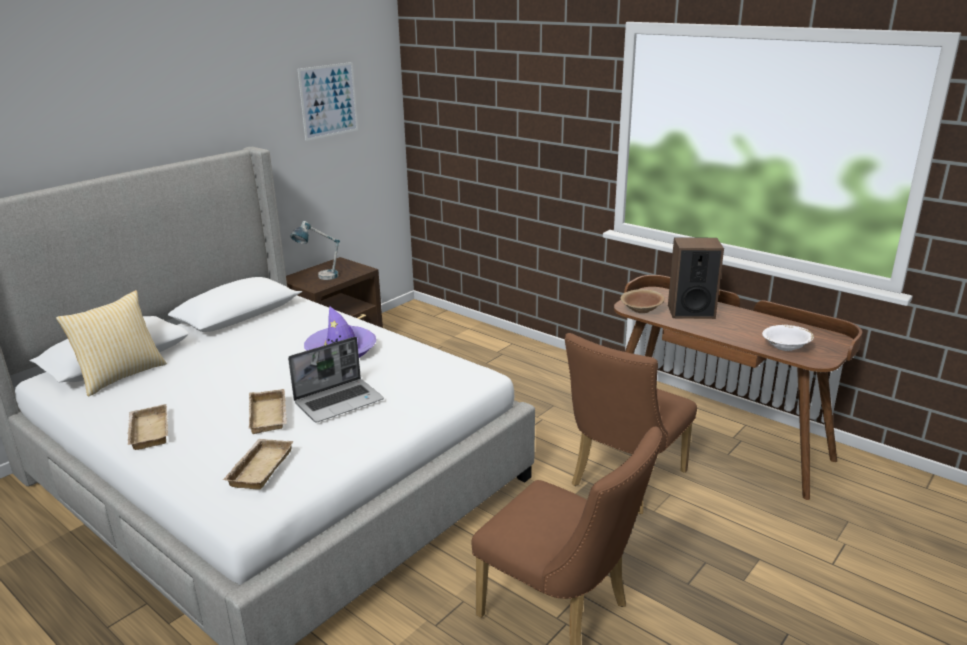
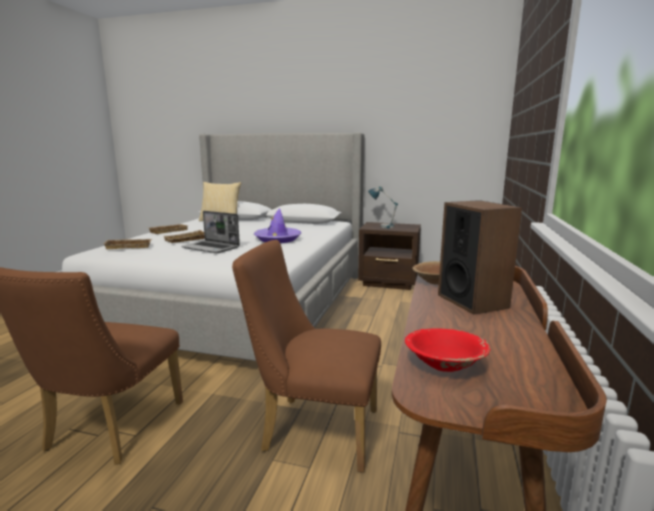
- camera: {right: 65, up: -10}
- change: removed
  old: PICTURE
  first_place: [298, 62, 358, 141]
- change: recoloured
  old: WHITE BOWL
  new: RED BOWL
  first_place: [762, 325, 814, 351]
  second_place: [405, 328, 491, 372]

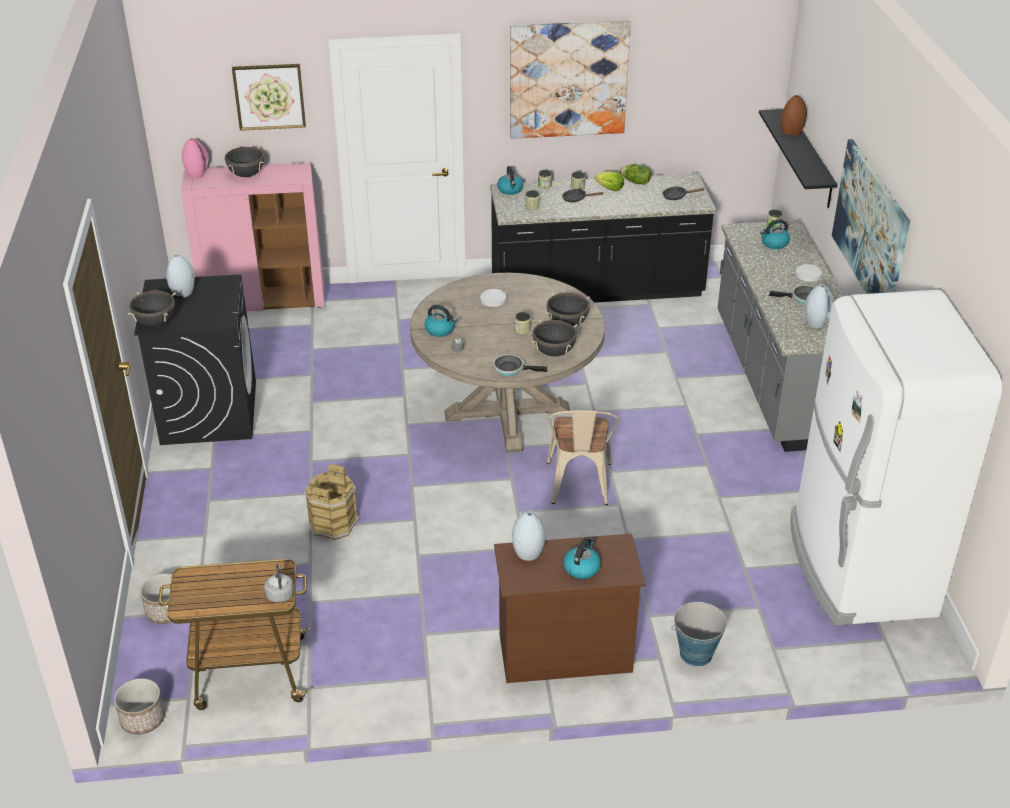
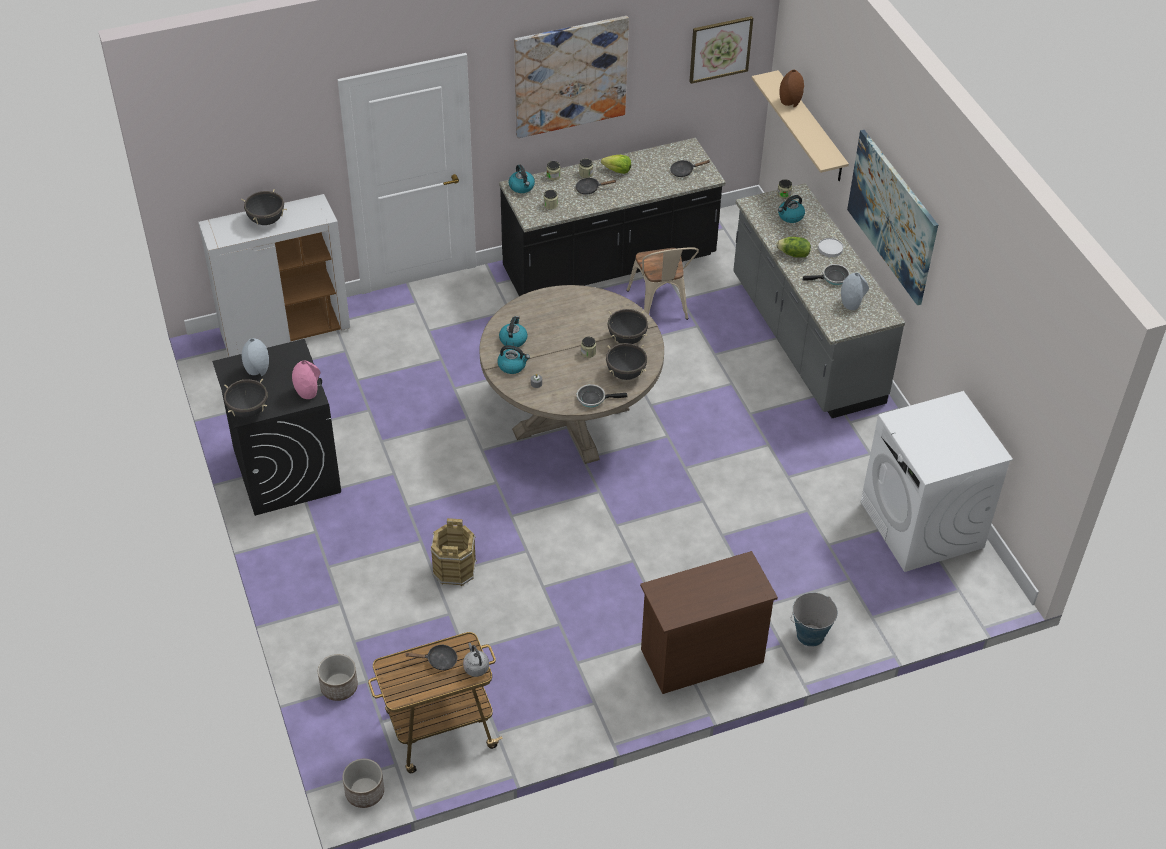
- camera: {right: -15, up: 10}
- change: recoloured
  old: PINK CABINET
  new: WHITE CABINET
  first_place: [181, 163, 324, 312]
  second_place: [198, 194, 350, 357]
- change: moved
  old: PINK VASE
  first_place: [182, 138, 209, 178]
  second_place: [292, 360, 321, 399]
- change: moved
  old: PICTURE
  first_place: [232, 64, 306, 131]
  second_place: [689, 16, 753, 84]
- change: removed
  old: WHITE PLATE
  first_place: [480, 289, 507, 307]
- change: removed
  old: GREY VASE
  first_place: [512, 510, 546, 561]
- change: moved
  old: BEIGE CHAIR
  first_place: [547, 410, 619, 505]
  second_place: [626, 247, 699, 320]
- change: moved
  old: KETTLE
  first_place: [563, 538, 601, 579]
  second_place: [499, 316, 528, 347]
- change: moved
  old: LETTUCE
  first_place: [620, 164, 651, 184]
  second_place: [776, 237, 811, 258]
- change: recoloured
  old: BLACK SHELF
  new: BEIGE SHELF
  first_place: [759, 109, 837, 208]
  second_place: [752, 70, 849, 181]
- change: replaced
  old: WHITE FRIDGE
  new: WHITE WASHING MACHINE
  first_place: [790, 290, 1002, 626]
  second_place: [861, 391, 1013, 572]
- change: added
  new: BLACK FRYING PAN
  second_place: [405, 645, 457, 670]

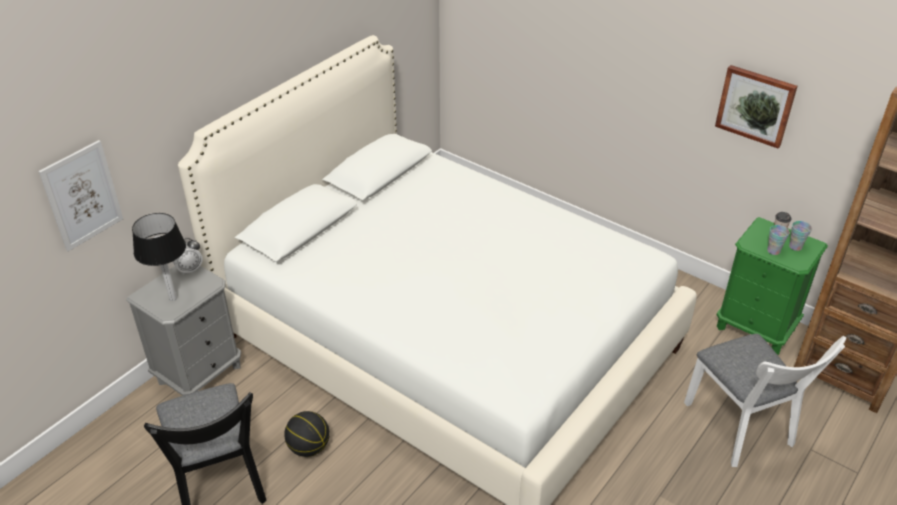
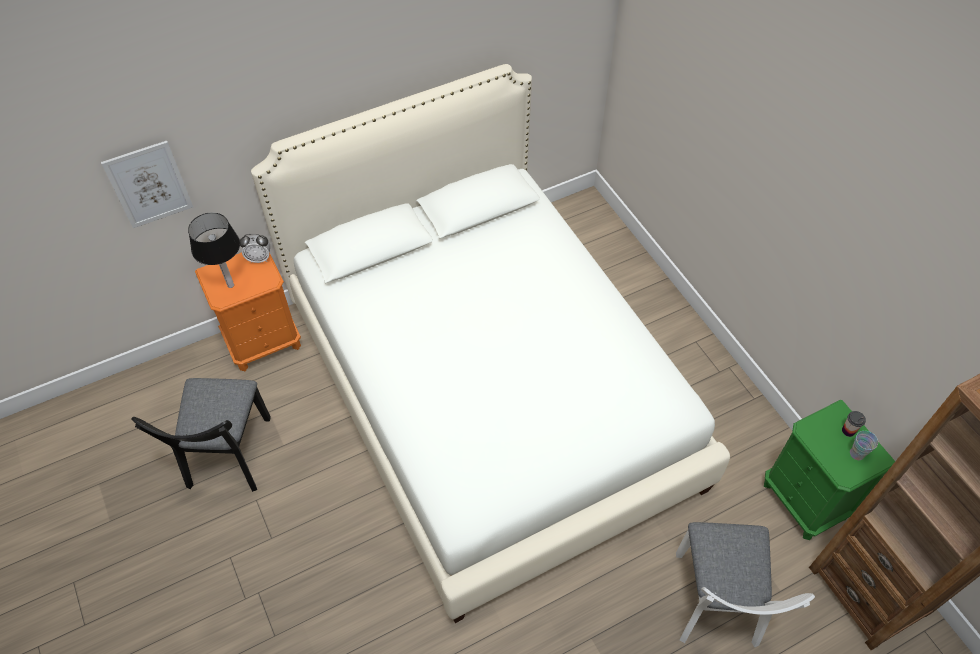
- camera: {right: 25, up: 15}
- change: recoloured
  old: GREY NIGHTSTAND
  new: ORANGE NIGHTSTAND
  first_place: [126, 266, 241, 396]
  second_place: [195, 252, 301, 372]
- change: removed
  old: BASKETBALL
  first_place: [284, 411, 330, 457]
- change: removed
  old: PICTURE
  first_place: [715, 65, 797, 148]
- change: removed
  old: CUP
  first_place: [767, 225, 790, 255]

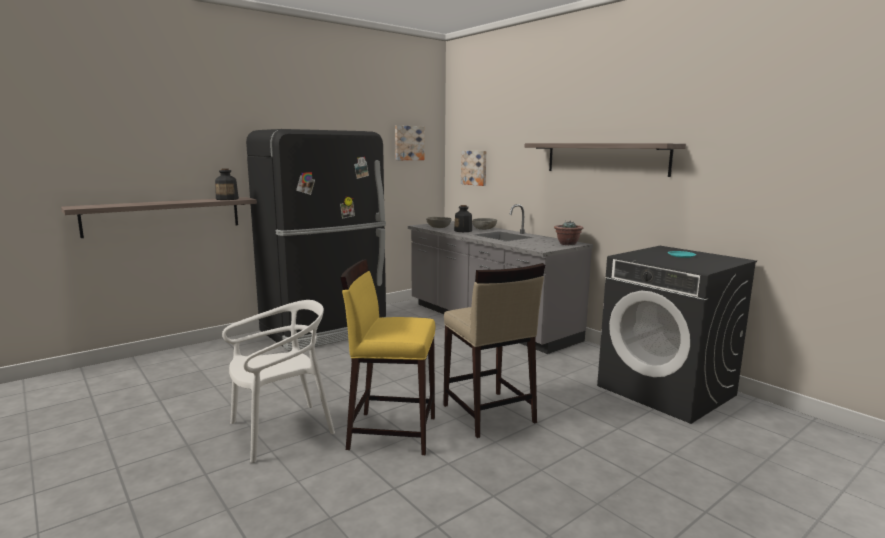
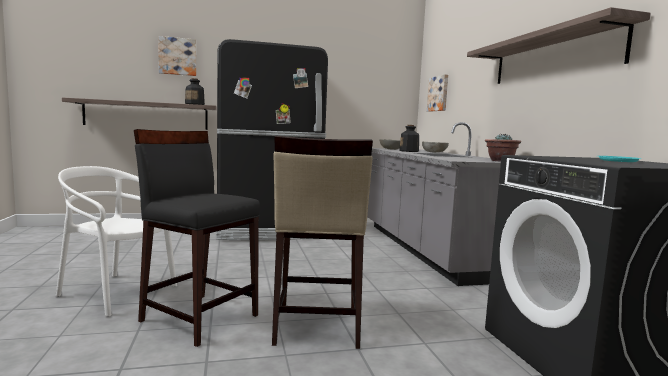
- camera: {right: 25, up: -5}
- change: turned
  old: WHITE CHAIR
  first_place: [222, 300, 335, 463]
  second_place: [56, 166, 177, 317]
  degrees: -150
- change: recoloured
  old: YELLOW STOOL
  new: BLACK STOOL
  first_place: [340, 259, 435, 455]
  second_place: [134, 129, 260, 347]
- change: moved
  old: PICTURE
  first_place: [395, 125, 424, 160]
  second_place: [158, 36, 196, 76]

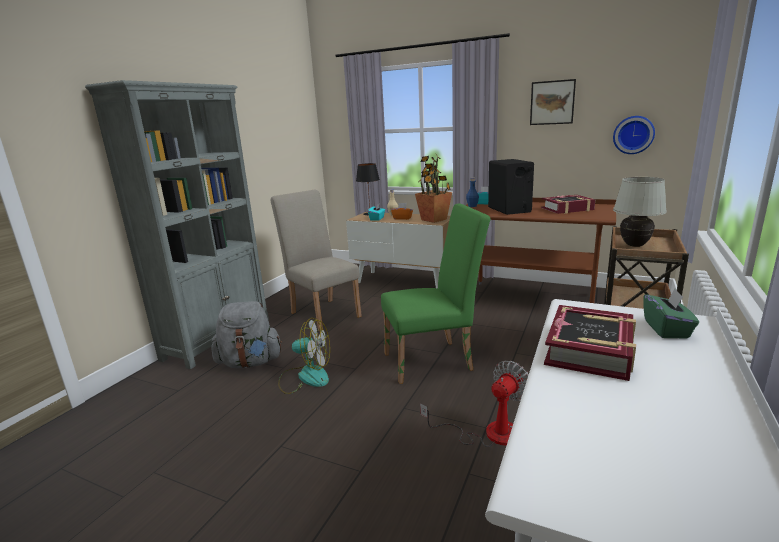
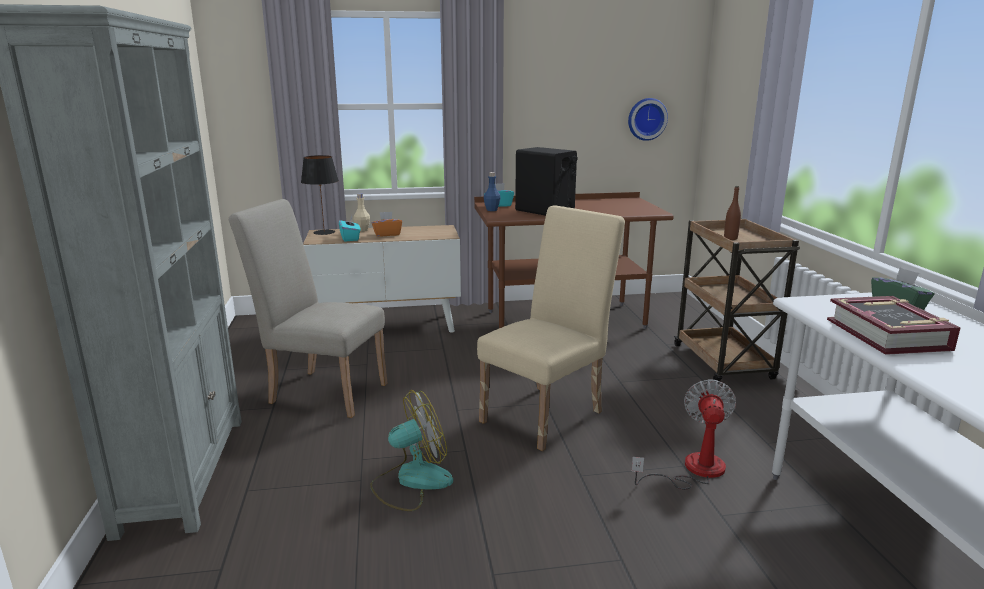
- camera: {right: -35, up: 0}
- change: removed
  old: GREY BACKPACK
  first_place: [211, 301, 282, 368]
- change: recoloured
  old: GREEN CHAIR
  new: BEIGE CHAIR
  first_place: [381, 204, 491, 384]
  second_place: [477, 205, 625, 451]
- change: removed
  old: POTTED PLANT
  first_place: [415, 156, 452, 223]
- change: removed
  old: PICTURE
  first_place: [530, 79, 576, 125]
- change: removed
  old: BOOK
  first_place: [541, 195, 595, 214]
- change: replaced
  old: WHITE TABLE LAMP
  new: BROWN BOTTLE
  first_place: [613, 177, 667, 247]
  second_place: [724, 186, 741, 240]

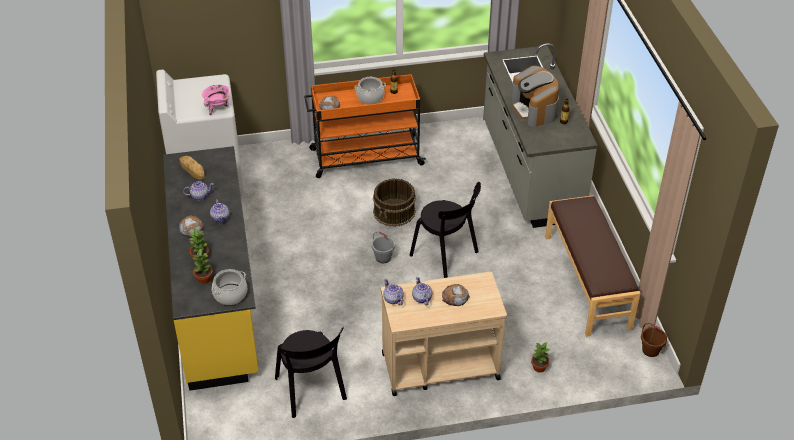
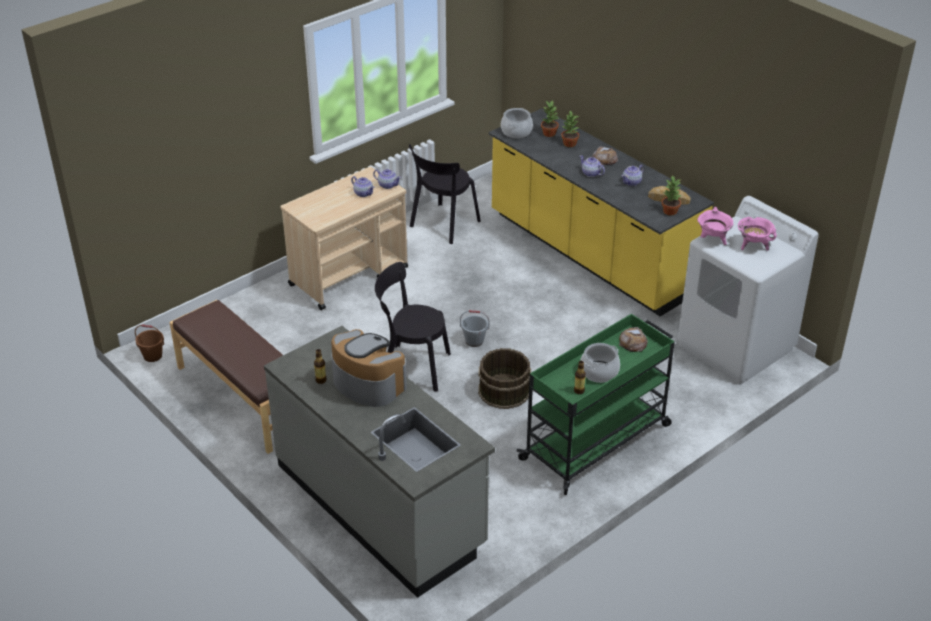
- camera: {right: 150, up: -5}
- change: turned
  old: BLACK CHAIR
  first_place: [275, 327, 347, 418]
  second_place: [409, 144, 481, 244]
  degrees: -90
- change: recoloured
  old: ORANGE CART
  new: GREEN CART
  first_place: [304, 74, 426, 178]
  second_place: [517, 314, 675, 495]
- change: removed
  old: BREAD
  first_place: [442, 284, 470, 306]
- change: moved
  old: POTTED PLANT
  first_place: [531, 342, 550, 373]
  second_place: [661, 175, 681, 215]
- change: added
  new: PINK COOKING POT
  second_place: [738, 217, 777, 251]

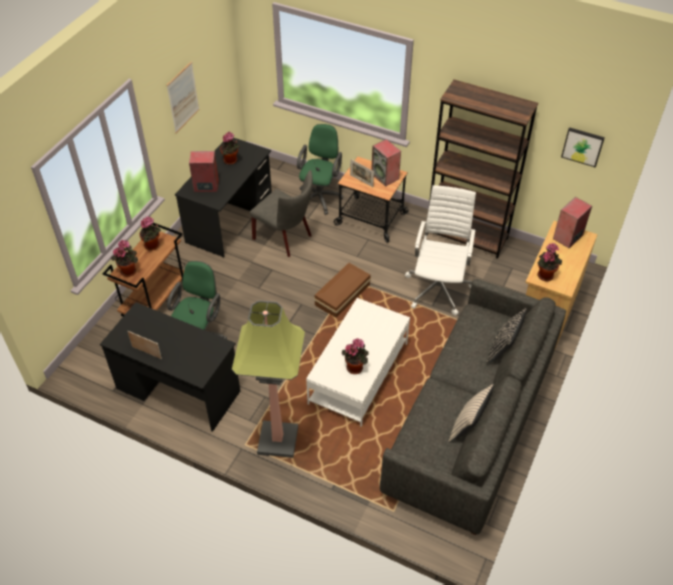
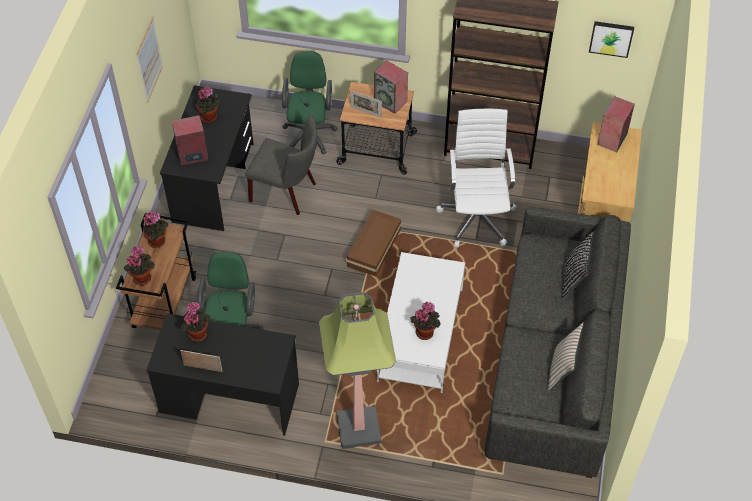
- camera: {right: -15, up: 5}
- change: moved
  old: POTTED PLANT
  first_place: [537, 243, 562, 281]
  second_place: [181, 302, 211, 342]

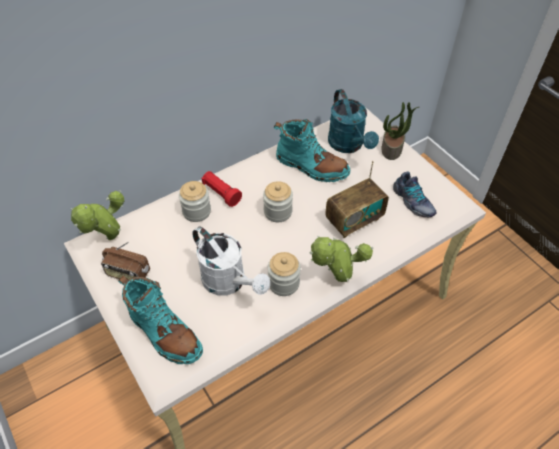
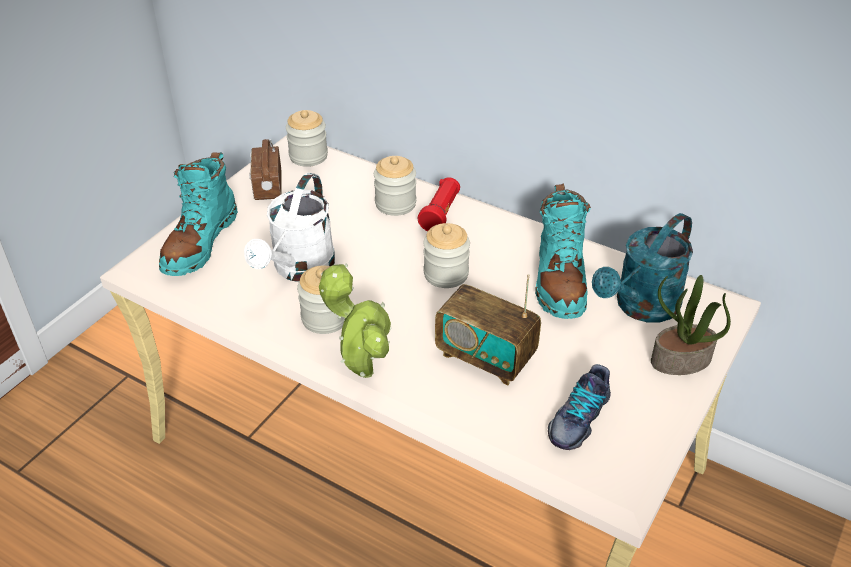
- camera: {right: 65, up: -10}
- change: replaced
  old: POTTED PLANT
  new: JAR
  first_place: [71, 190, 125, 240]
  second_place: [286, 110, 328, 167]

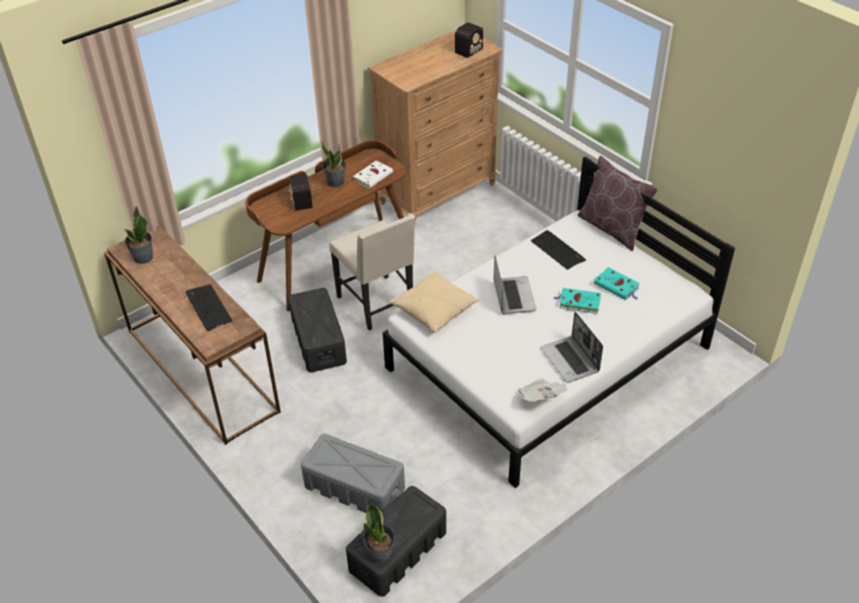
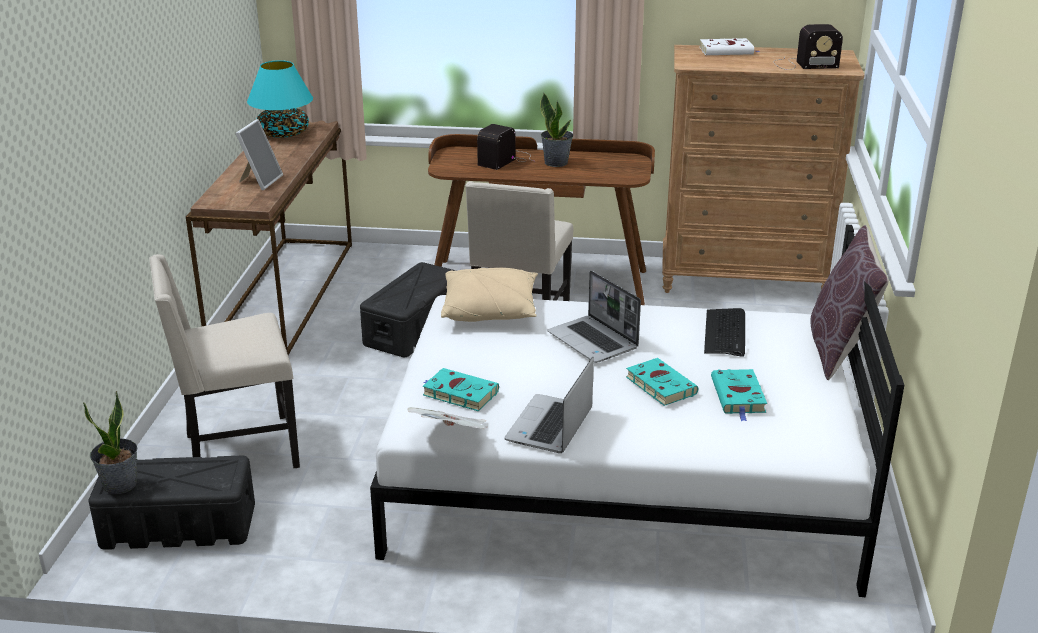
- camera: {right: 45, up: -15}
- change: replaced
  old: POTTED PLANT
  new: TURQUOISE TABLE LAMP
  first_place: [124, 206, 153, 264]
  second_place: [247, 60, 313, 138]
- change: replaced
  old: KEYBOARD
  new: PICTURE FRAME
  first_place: [186, 284, 233, 331]
  second_place: [235, 119, 283, 190]
- change: replaced
  old: GREY STORAGE BOX
  new: BEIGE CHAIR
  first_place: [301, 434, 405, 513]
  second_place: [149, 254, 300, 468]
- change: moved
  old: WHITE BOOK
  first_place: [353, 161, 393, 189]
  second_place: [700, 38, 759, 55]
- change: turned
  old: LAPTOP
  first_place: [493, 256, 536, 314]
  second_place: [547, 270, 641, 363]
  degrees: 105
- change: added
  new: TURQUOISE BOOK
  second_place: [422, 368, 499, 411]

